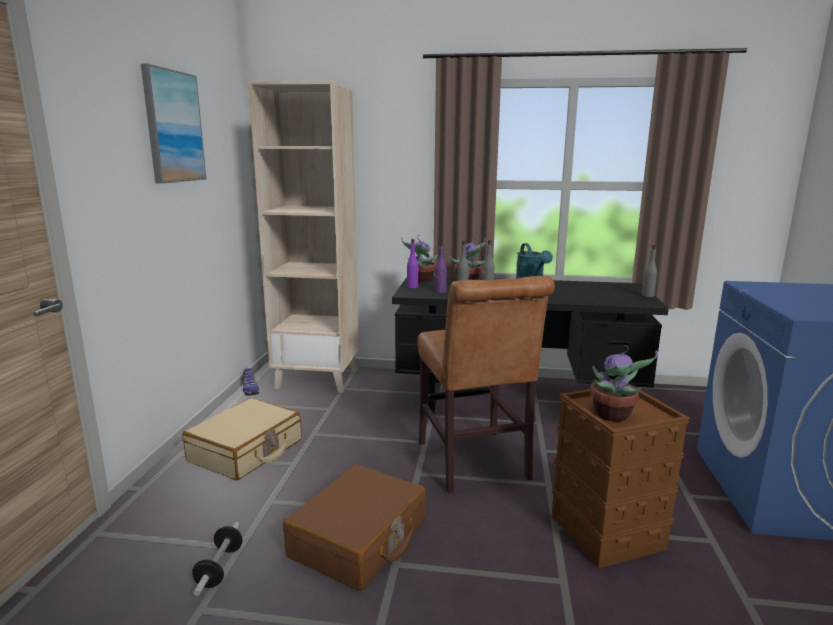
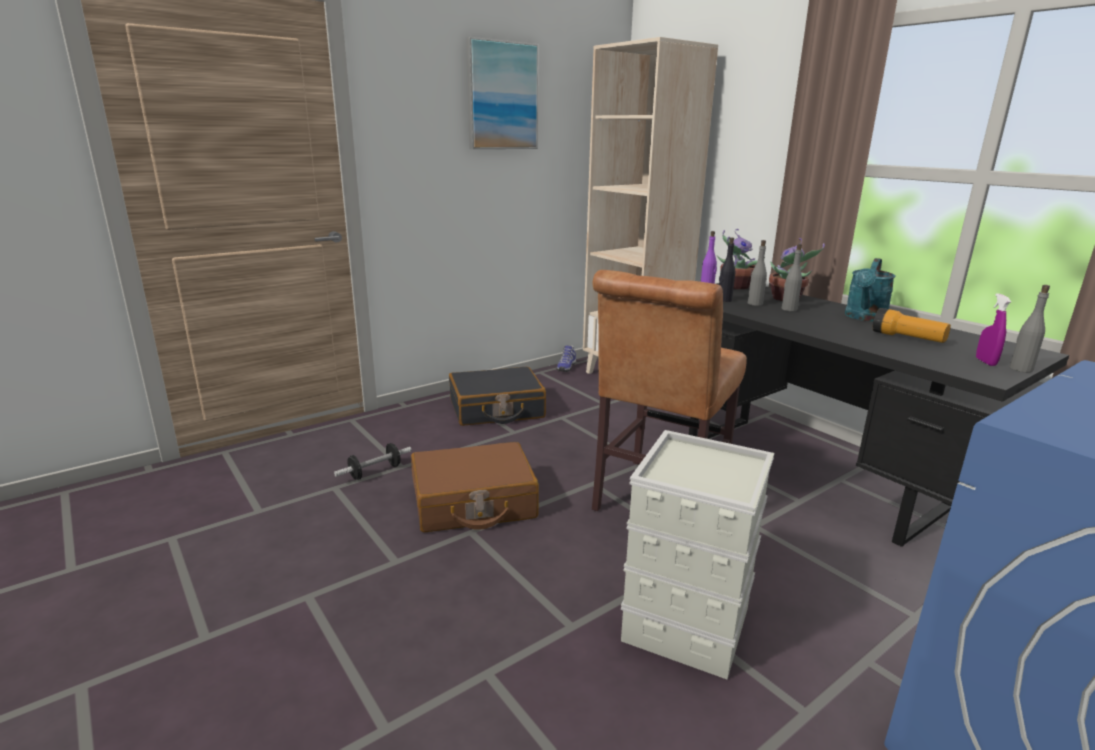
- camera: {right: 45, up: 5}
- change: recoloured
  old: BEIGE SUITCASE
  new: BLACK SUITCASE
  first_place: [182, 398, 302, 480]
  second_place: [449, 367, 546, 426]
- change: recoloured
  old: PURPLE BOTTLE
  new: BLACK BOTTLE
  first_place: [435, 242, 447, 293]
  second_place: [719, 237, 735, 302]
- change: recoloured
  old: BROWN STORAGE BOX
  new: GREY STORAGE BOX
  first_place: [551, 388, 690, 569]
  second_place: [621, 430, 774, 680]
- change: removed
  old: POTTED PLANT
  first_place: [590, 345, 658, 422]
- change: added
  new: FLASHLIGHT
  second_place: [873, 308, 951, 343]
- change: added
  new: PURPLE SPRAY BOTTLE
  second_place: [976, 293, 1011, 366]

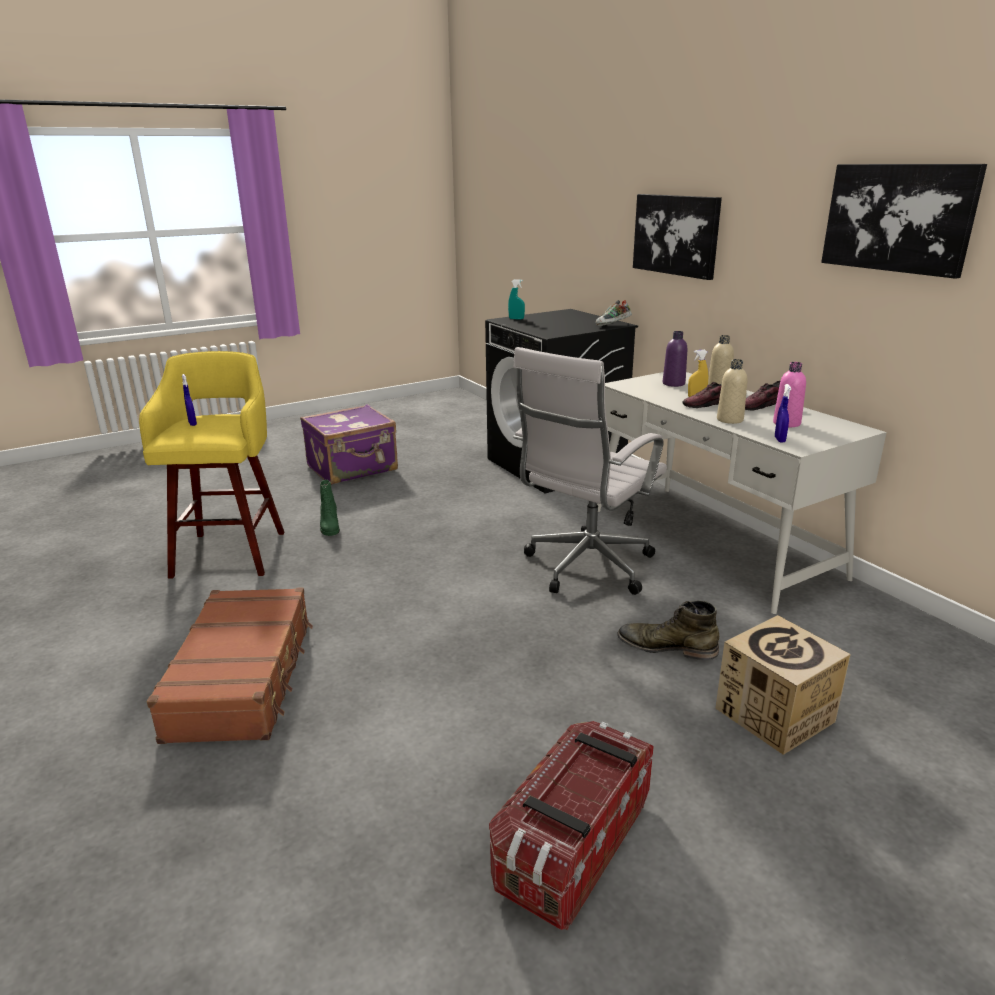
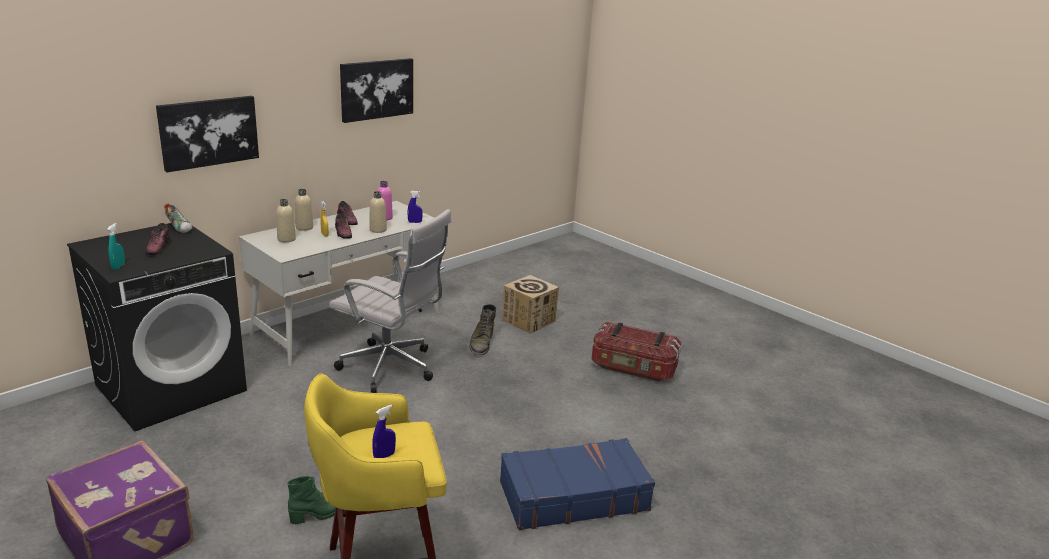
- camera: {right: -105, up: 0}
- change: recoloured
  old: BROWN SUITCASE
  new: BLUE SUITCASE
  first_place: [147, 587, 313, 744]
  second_place: [500, 438, 655, 530]
- change: recoloured
  old: PURPLE BOTTLE
  new: BEIGE BOTTLE
  first_place: [663, 331, 687, 387]
  second_place: [276, 199, 296, 242]
- change: added
  new: SHOE
  second_place: [146, 223, 171, 255]

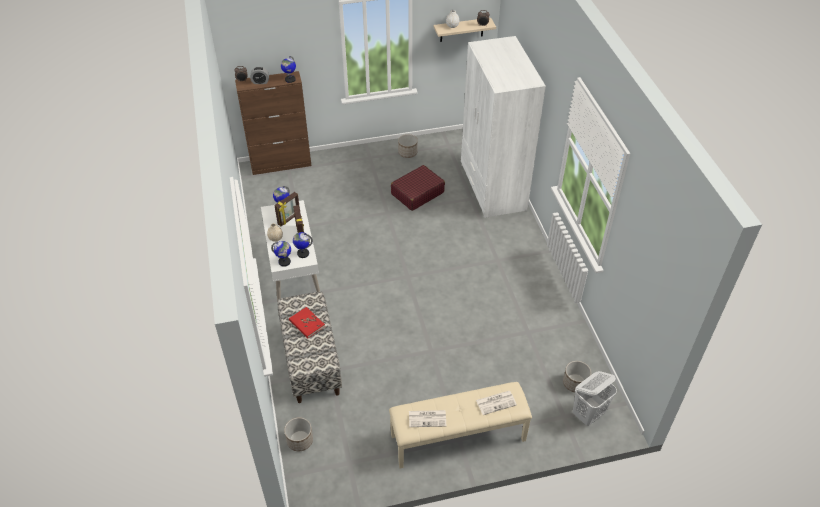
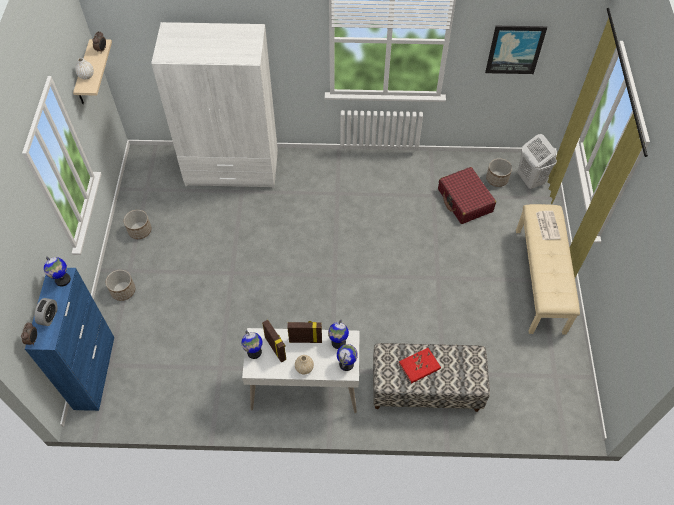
- camera: {right: -75, up: 10}
- change: recoloured
  old: BROWN CABINET
  new: BLUE CABINET
  first_place: [235, 71, 311, 175]
  second_place: [25, 268, 114, 411]
- change: moved
  old: PLANTER
  first_place: [284, 417, 313, 451]
  second_place: [106, 270, 135, 301]
- change: moved
  old: RED SUITCASE
  first_place: [391, 165, 445, 211]
  second_place: [438, 167, 496, 224]
- change: removed
  old: NEWSPAPER
  first_place: [409, 410, 446, 427]
- change: added
  new: PICTURE
  second_place: [485, 26, 547, 74]

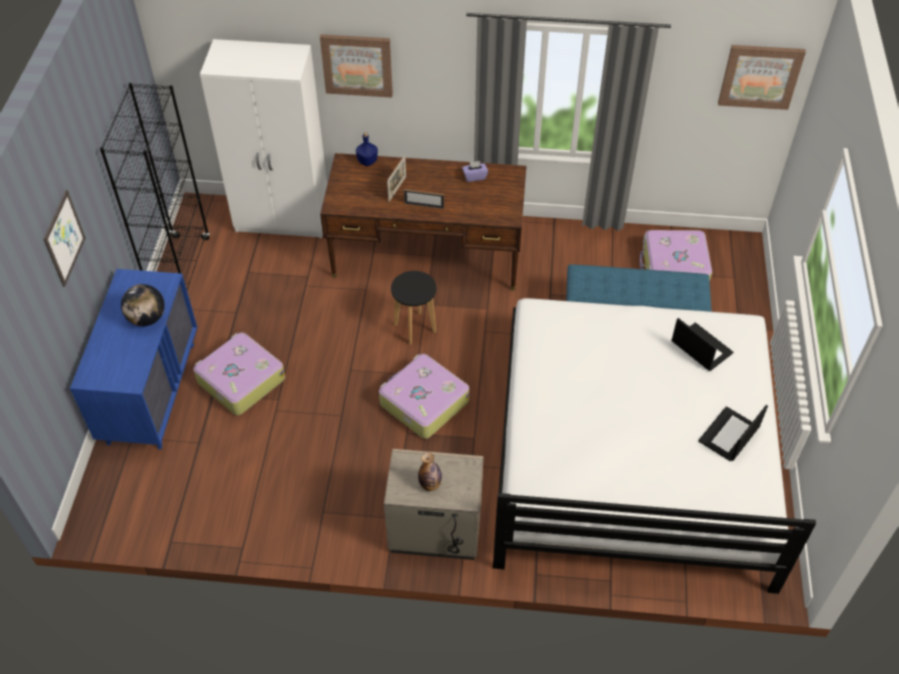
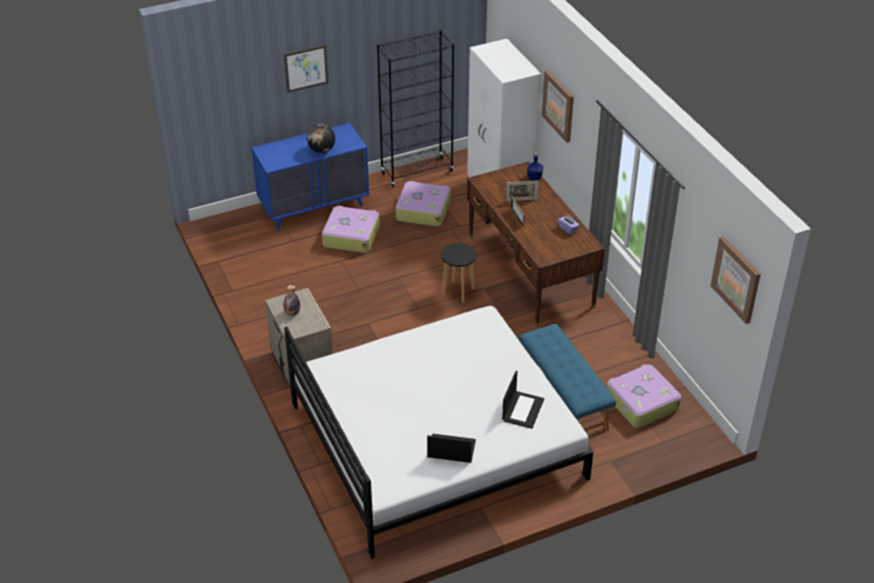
- camera: {right: 60, up: -10}
- change: moved
  old: SUITCASE
  first_place: [379, 354, 469, 439]
  second_place: [396, 181, 450, 226]

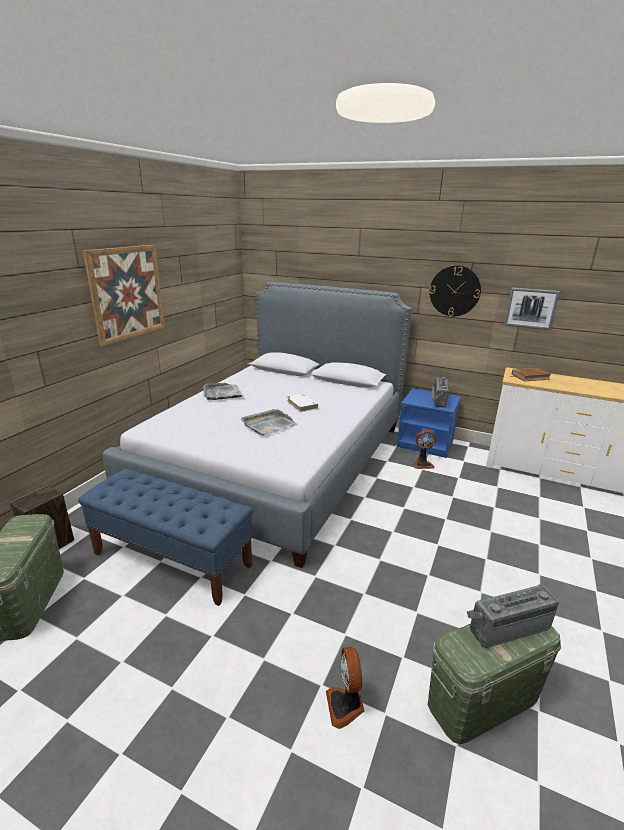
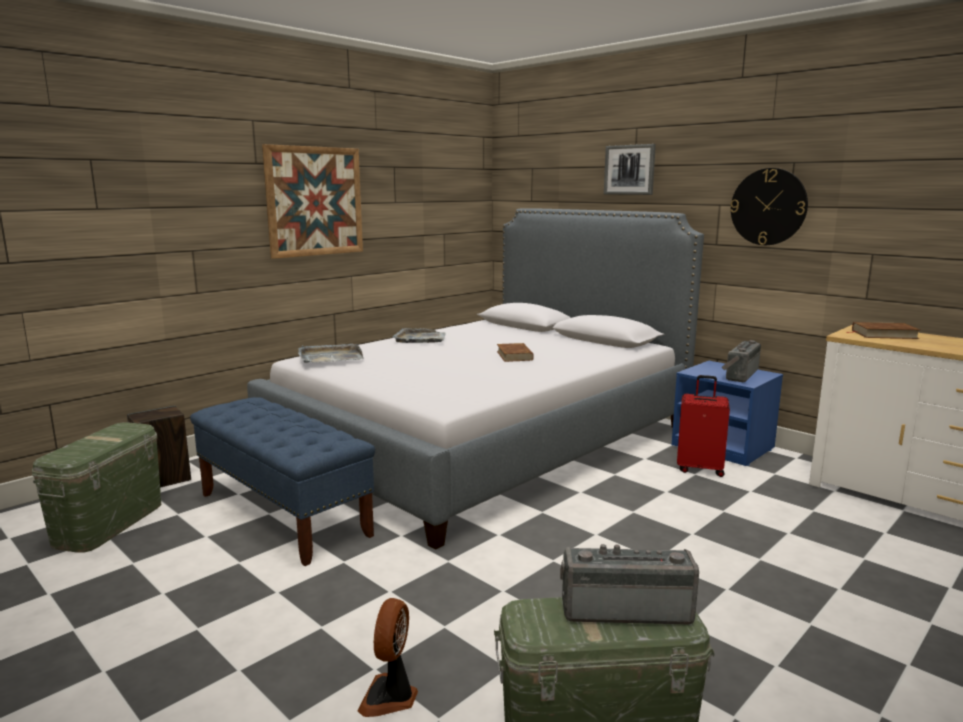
- camera: {right: 20, up: -10}
- change: moved
  old: GREY TRAY
  first_place: [241, 409, 297, 436]
  second_place: [298, 344, 364, 363]
- change: recoloured
  old: WHITE BOOK
  new: BROWN BOOK
  first_place: [287, 394, 318, 412]
  second_place: [497, 343, 534, 362]
- change: replaced
  old: FAN
  new: RED SUITCASE
  first_place: [413, 430, 436, 469]
  second_place: [677, 375, 730, 477]
- change: moved
  old: PICTURE
  first_place: [504, 287, 560, 330]
  second_place: [604, 144, 656, 195]

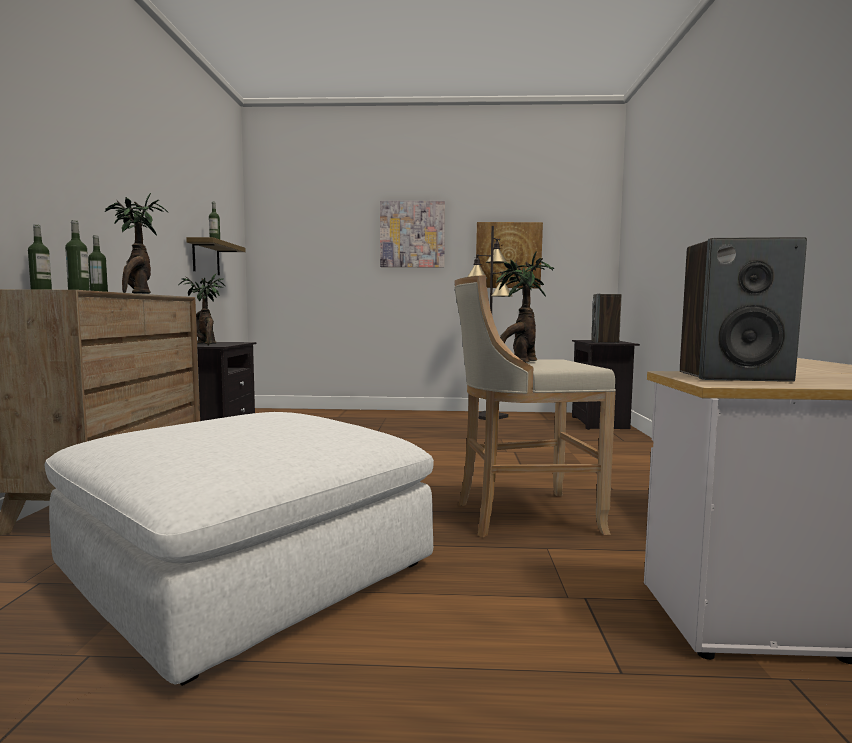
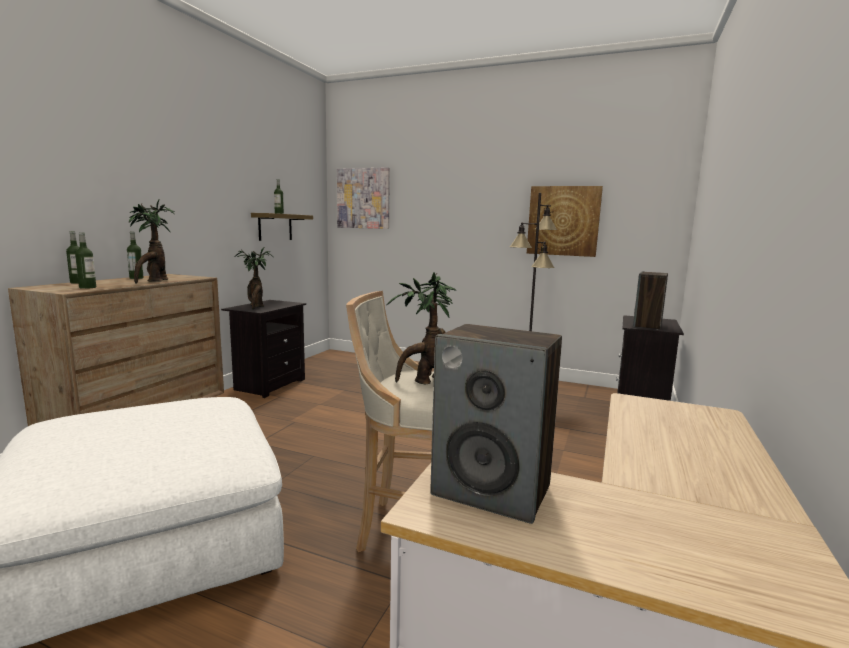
- camera: {right: 20, up: 5}
- change: moved
  old: PICTURE
  first_place: [380, 201, 445, 267]
  second_place: [337, 167, 390, 229]

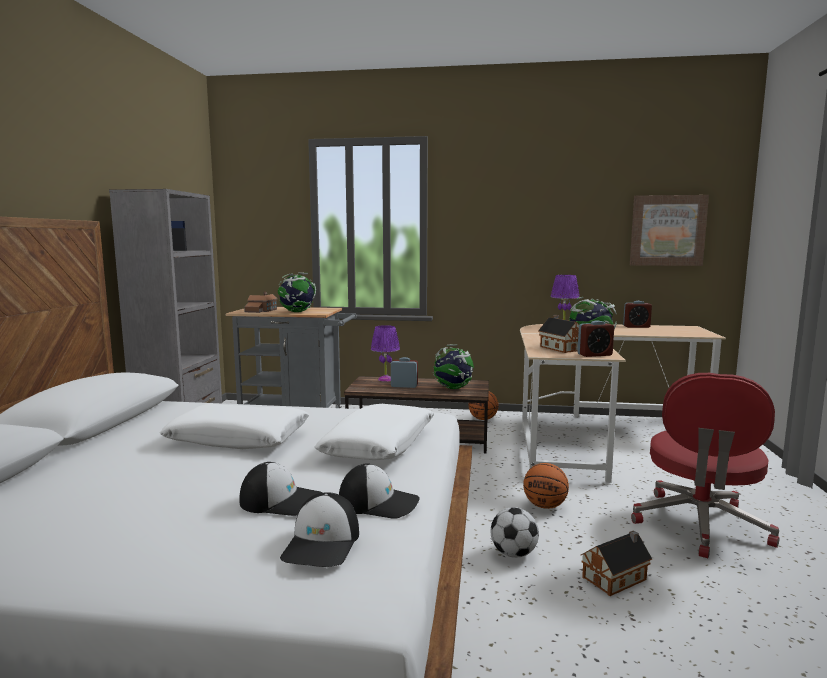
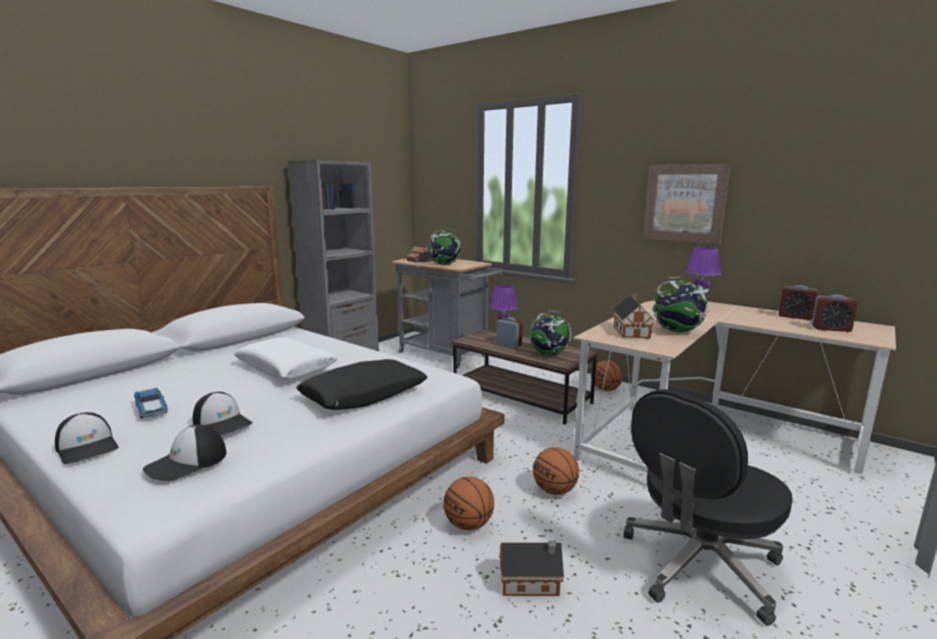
- camera: {right: 30, up: 5}
- change: recoloured
  old: WHITE PILLOW
  new: BLACK PILLOW
  first_place: [315, 404, 434, 460]
  second_place: [297, 359, 428, 410]
- change: moved
  old: CAP
  first_place: [339, 463, 420, 518]
  second_place: [55, 412, 119, 464]
- change: replaced
  old: FOOTBALL
  new: BASKETBALL
  first_place: [491, 507, 539, 558]
  second_place: [444, 476, 494, 530]
- change: moved
  old: ALARM CLOCK
  first_place: [577, 320, 614, 357]
  second_place: [812, 295, 858, 332]
- change: moved
  old: PICTURE
  first_place: [630, 195, 709, 266]
  second_place: [643, 164, 731, 244]
- change: recoloured
  old: RED OFFICE CHAIR
  new: BLACK OFFICE CHAIR
  first_place: [631, 373, 779, 558]
  second_place: [624, 389, 793, 626]
- change: added
  new: TOY CAR
  second_place: [134, 388, 168, 418]

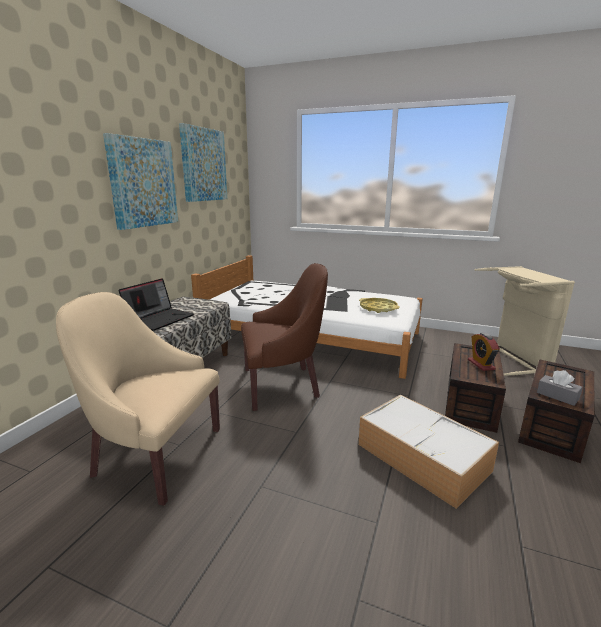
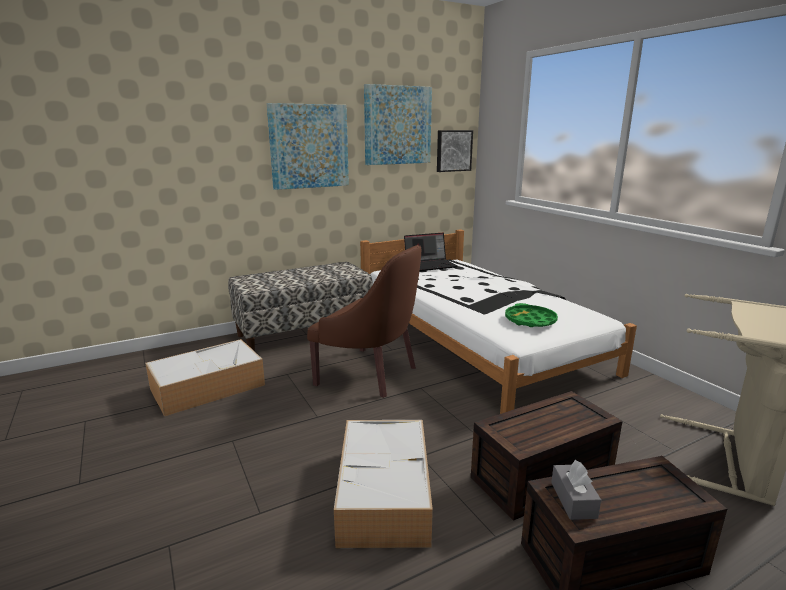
- camera: {right: 40, up: 0}
- change: replaced
  old: BEIGE ARMCHAIR
  new: STORAGE BOX
  first_place: [56, 292, 220, 506]
  second_place: [145, 339, 265, 416]
- change: moved
  old: LAPTOP
  first_place: [118, 278, 194, 331]
  second_place: [404, 233, 458, 271]
- change: recoloured
  old: YELLOW TRAY
  new: GREEN TRAY
  first_place: [359, 298, 400, 313]
  second_place: [505, 303, 558, 327]
- change: removed
  old: ALARM CLOCK
  first_place: [468, 333, 500, 371]
- change: added
  new: PICTURE
  second_place: [437, 130, 473, 172]

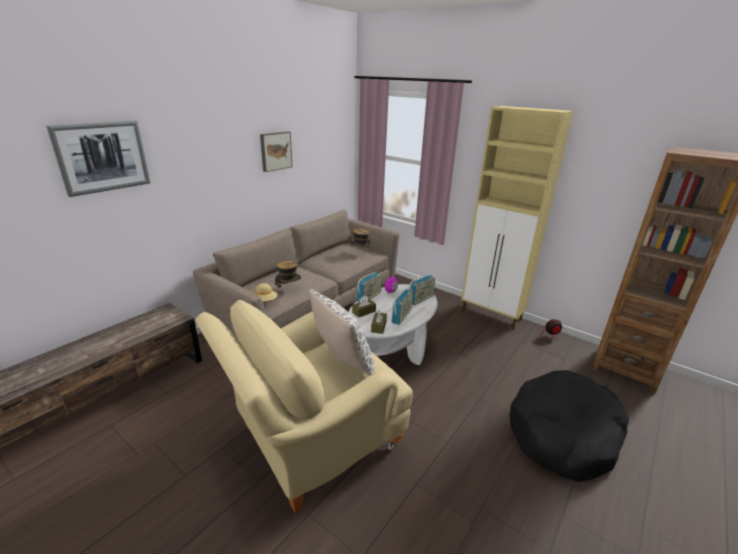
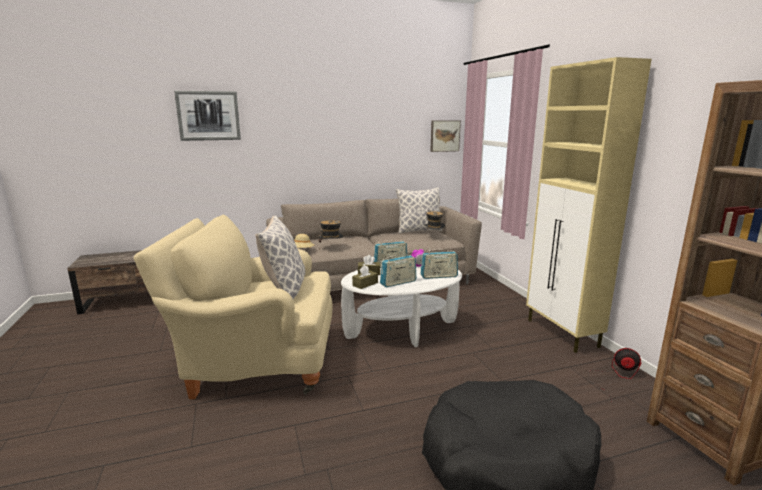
- camera: {right: 35, up: -10}
- change: moved
  old: PICTURE
  first_place: [260, 131, 292, 172]
  second_place: [430, 120, 461, 152]
- change: added
  new: PILLOW
  second_place: [396, 187, 442, 234]

